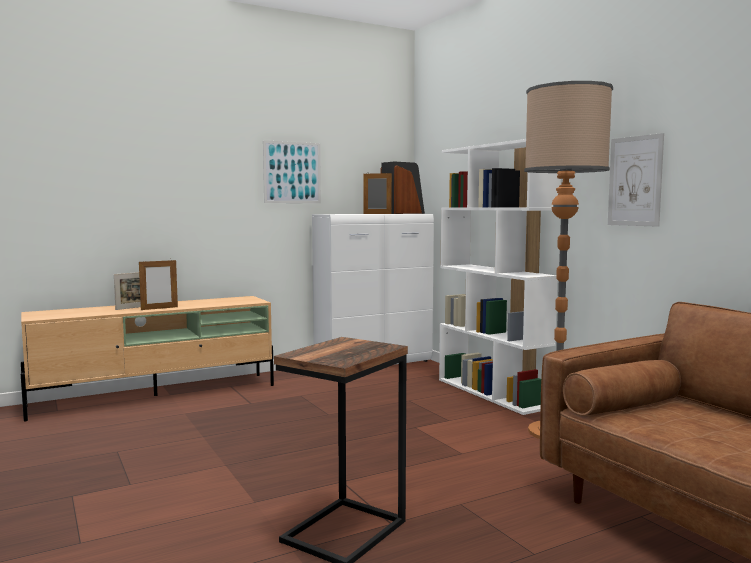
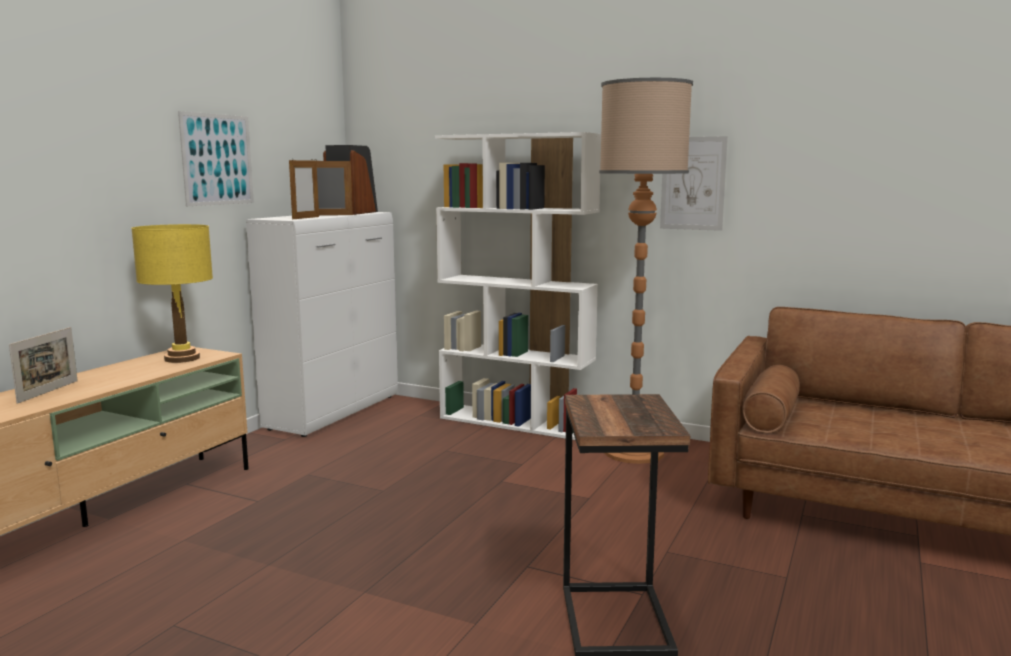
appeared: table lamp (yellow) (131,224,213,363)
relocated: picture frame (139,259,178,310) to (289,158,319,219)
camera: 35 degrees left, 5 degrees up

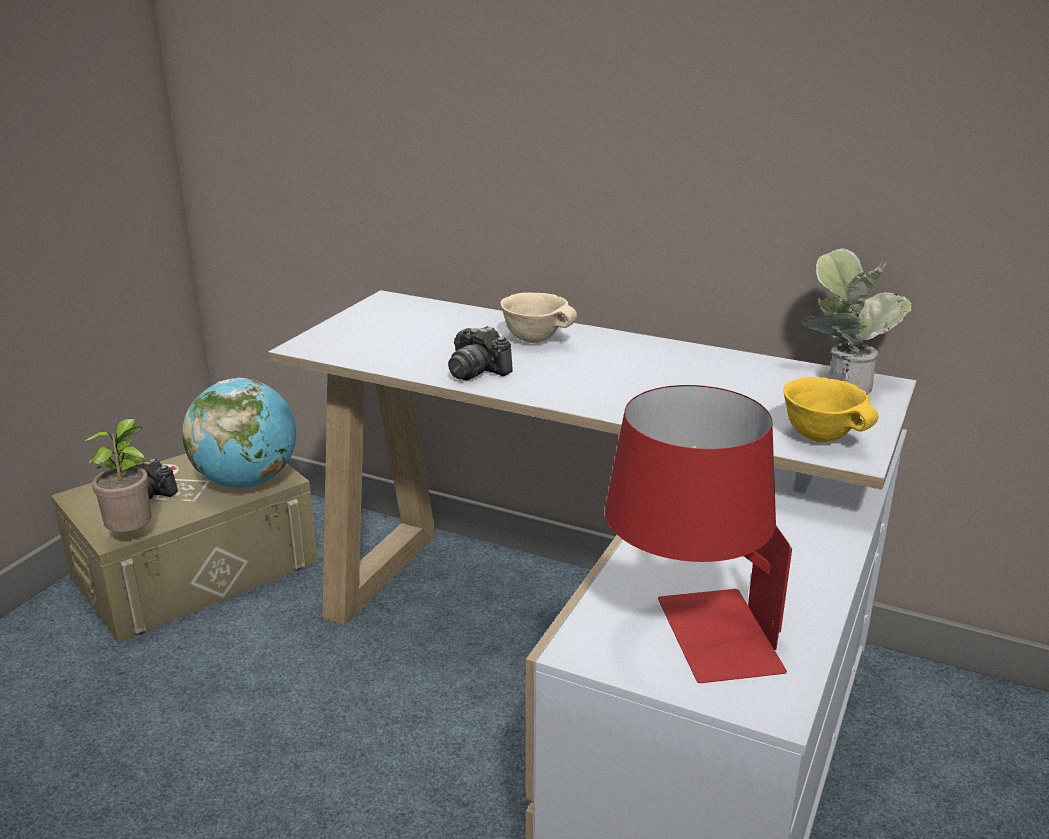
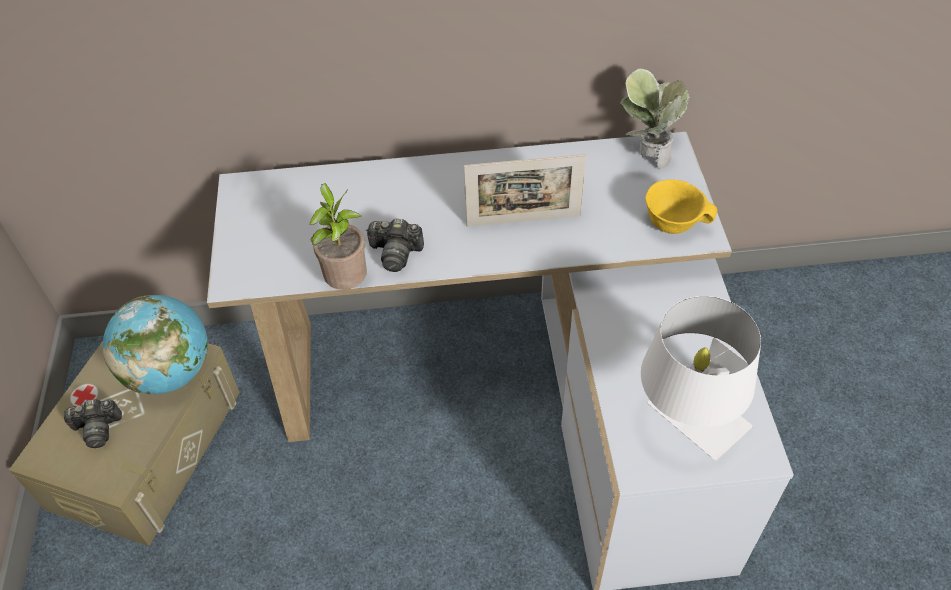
missing: bowl (beige) (501,292,577,343)
appeared: picture frame (464,154,586,227)
relocated: potted plant (84,418,152,532) to (309,183,367,290)
colour: table lamp (red) (605,385,792,683) to table lamp (white) (641,296,761,460)
camera: 30 degrees left, 25 degrees up

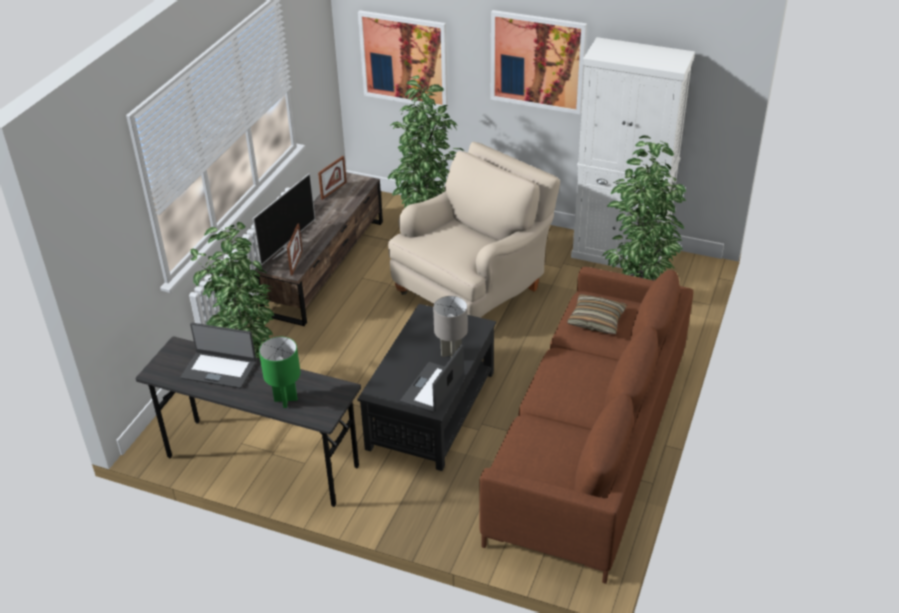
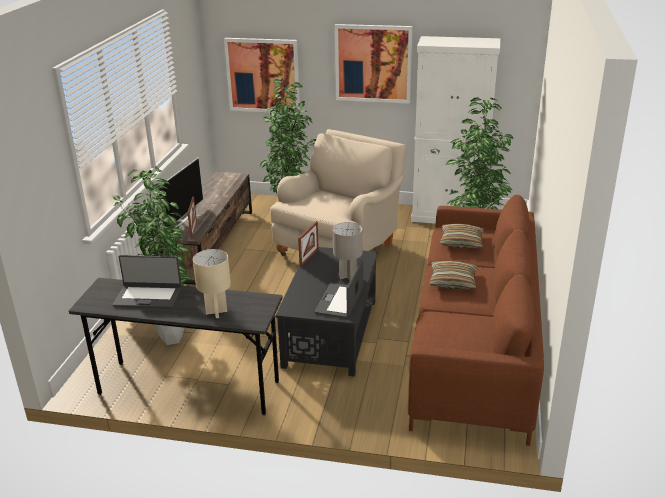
appeared: pillow (429,261,477,289)
relocated: picture frame (318,156,347,200) to (298,221,319,266)
colour: table lamp (green) (259,337,301,408) to table lamp (beige) (193,249,231,318)
camera: 10 degrees left, 10 degrees down

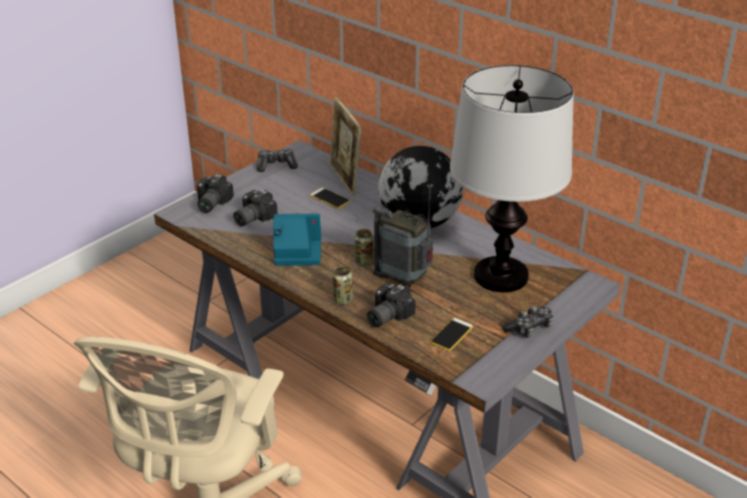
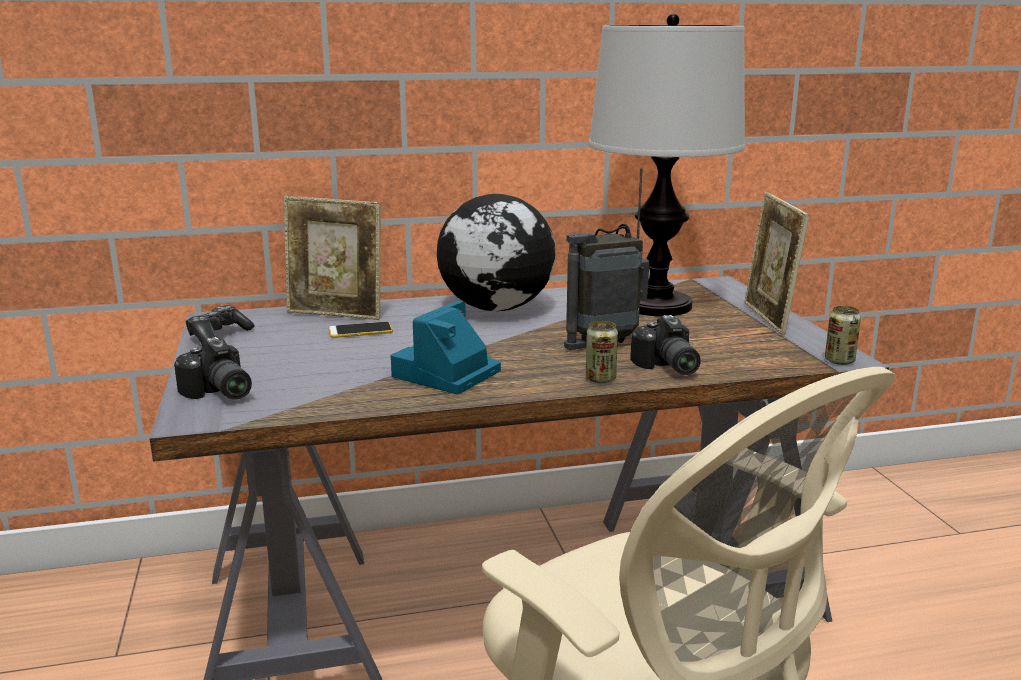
missing: photo camera (233,190,278,226); phone (430,318,473,351)
relocated: can (354,229,373,266) to (825,306,861,365)
exchanged: game controller (502,306,554,338) to picture frame (744,192,809,335)
camera: 55 degrees left, 15 degrees down

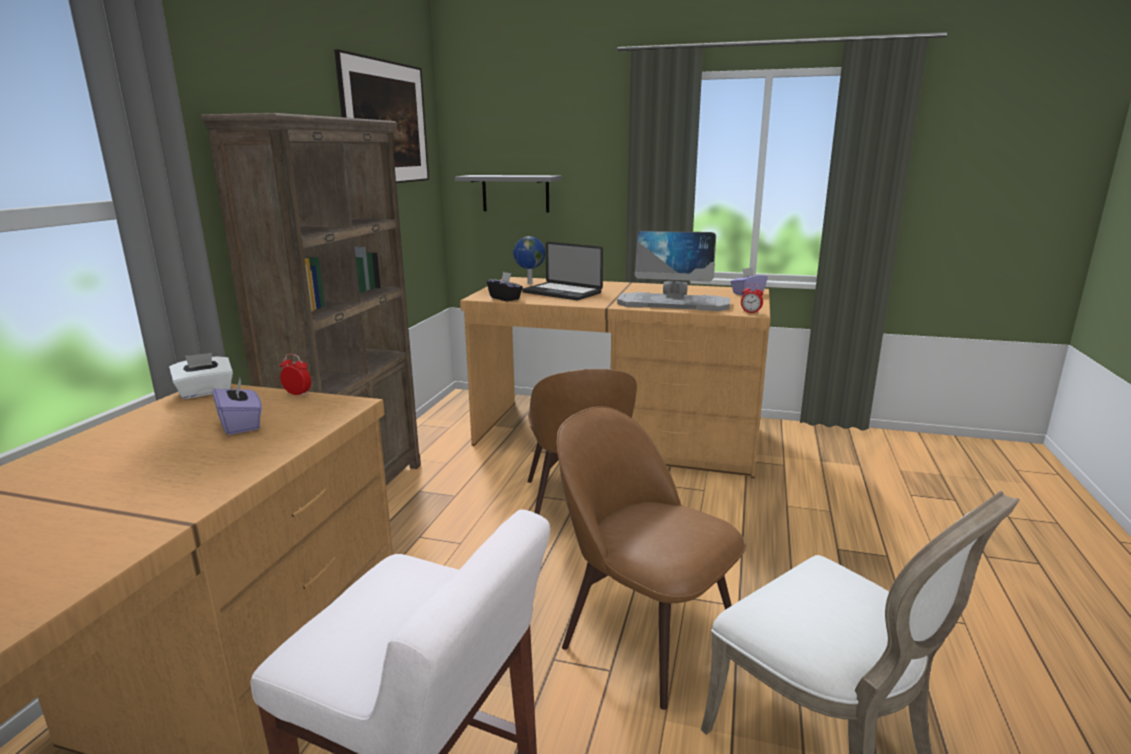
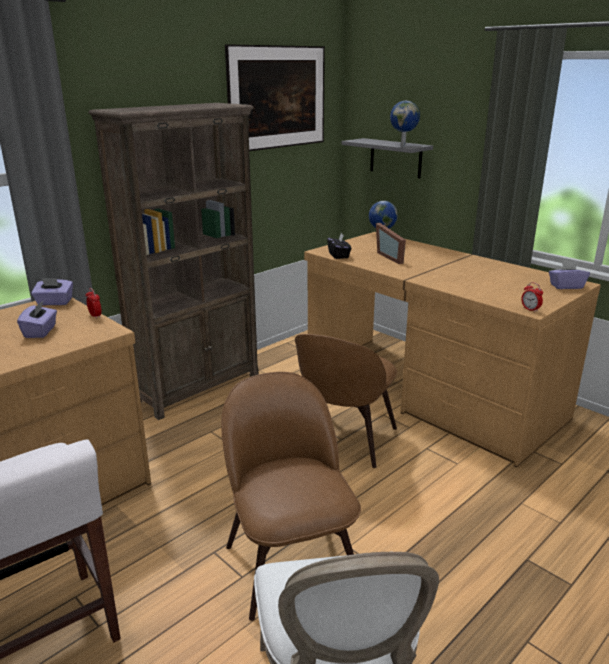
missing: monitor (617,231,730,311)
appeared: globe (390,101,420,147)
exchanged: laptop (522,242,603,300) to picture frame (376,223,406,264)
colour: tissue box (white) (169,353,233,399) to tissue box (purple) (31,278,73,305)
camera: 30 degrees right, 5 degrees up

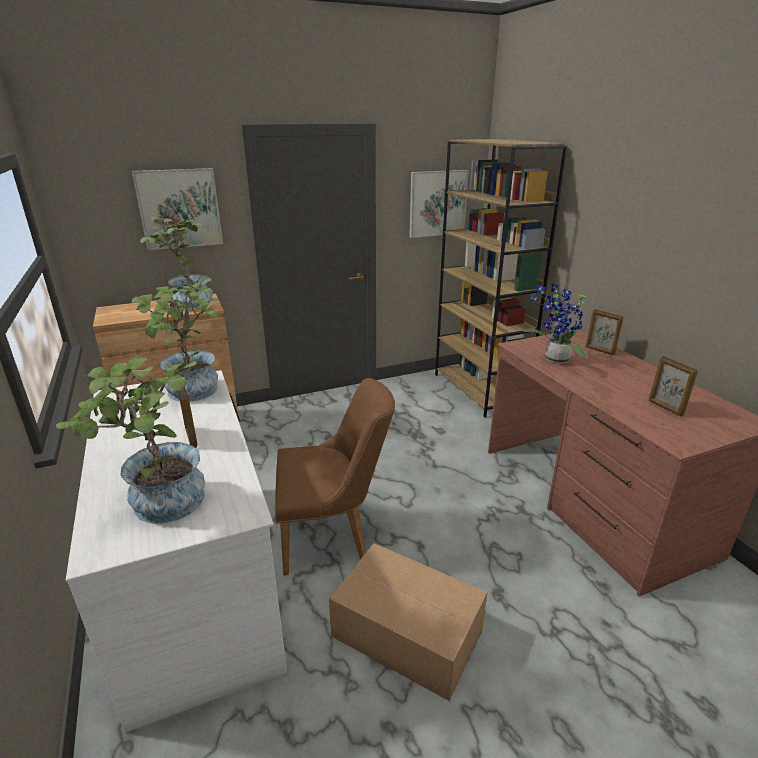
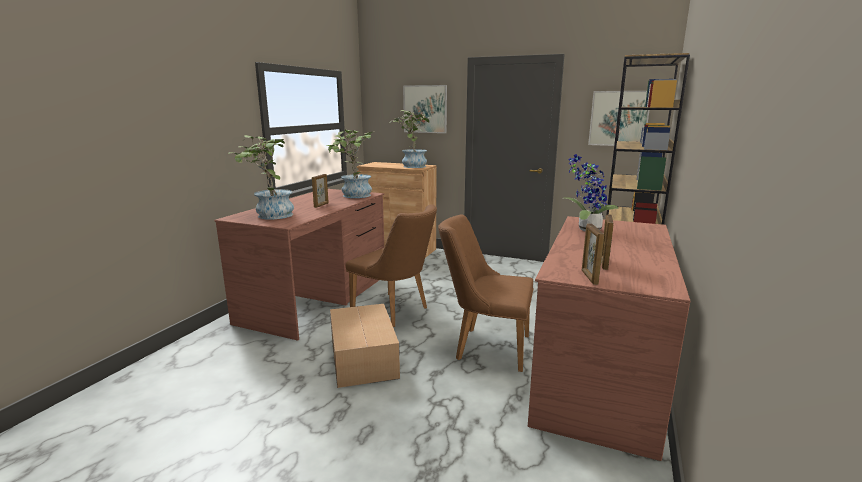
appeared: chair (brown) (438,215,534,372)
relocated: picture frame (586,309,624,355) to (582,224,604,285)
colour: desk (white) (66,370,287,733) to desk (brown) (214,189,384,341)
camera: 45 degrees right, 10 degrees down

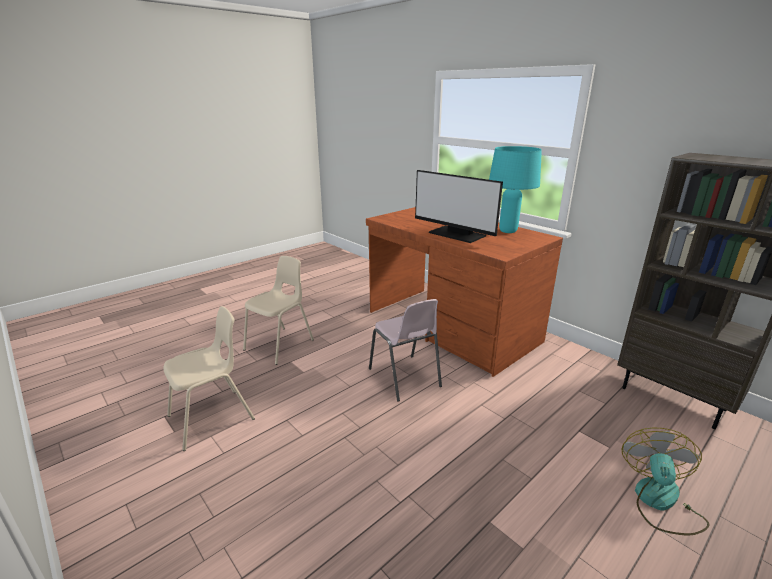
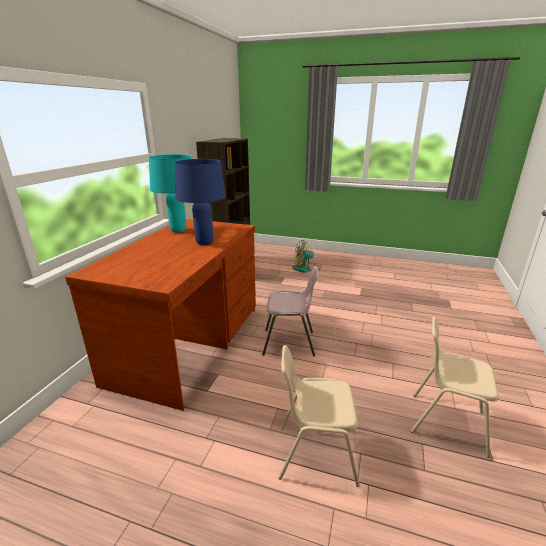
exchanged: monitor (415,170,503,243) to table lamp (blue) (175,159,226,245)
spun: chair (pink) (369,299,442,402) = (262,266,318,356) 60 degrees clockwise
camera: 120 degrees left, 0 degrees up

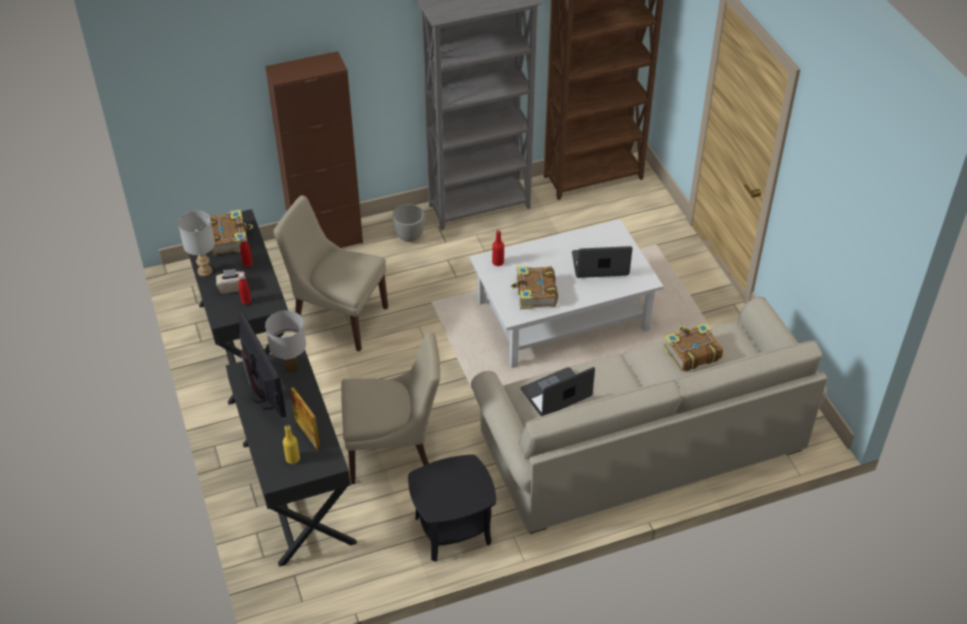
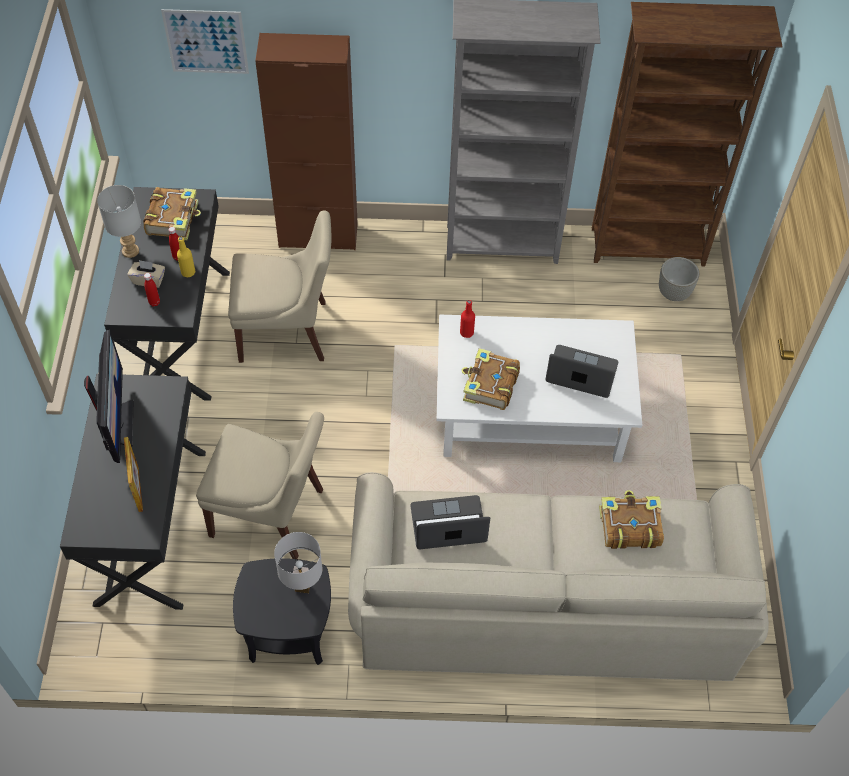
appeared: picture (161,9,249,74)
relocated: table lamp (white) (265,310,306,374) to (274,532,322,593); bottle (yellow) (283,425,300,464) to (177,237,195,277); planter (grey) (392,204,425,242) to (659,257,699,301)
spun: chair (beige) (273,195,388,352) = (228,211,331,363) 135 degrees clockwise
camera: 20 degrees right, 10 degrees up

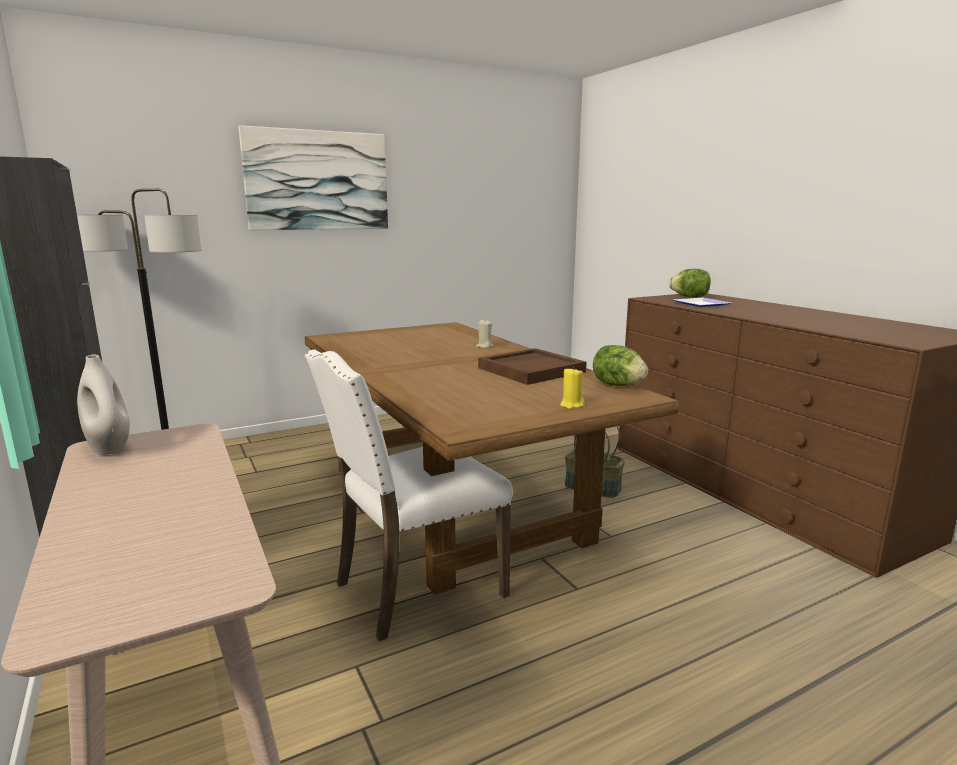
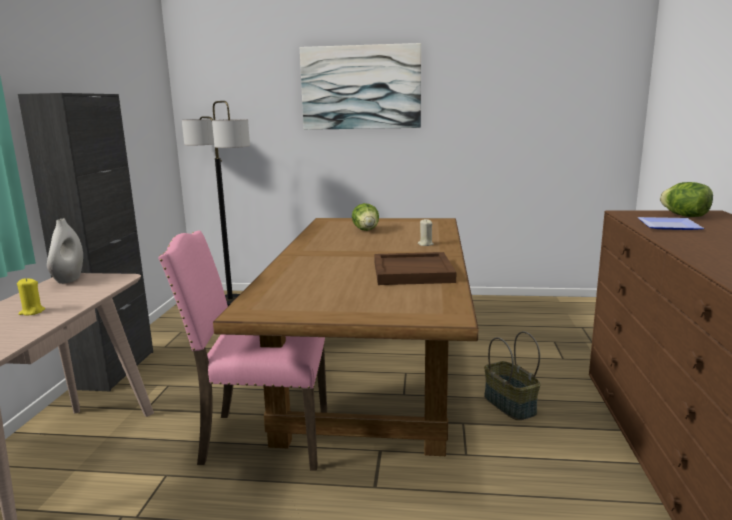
relocated: candle (yellow) (560,367,584,409) to (17,278,45,316); lettuce (593,345,648,386) to (352,203,379,231)
colour: chair (white) (305,350,513,641) to chair (pink) (158,231,327,470)
camera: 35 degrees right, 0 degrees up

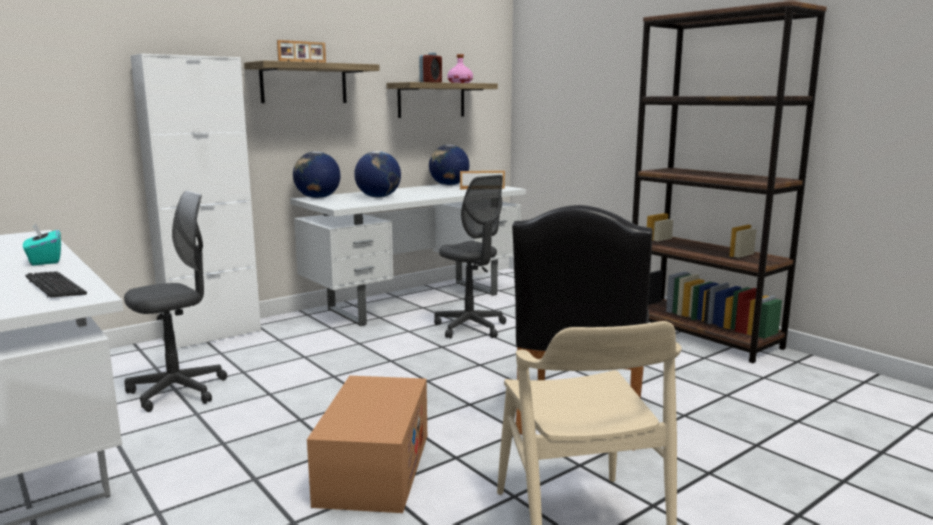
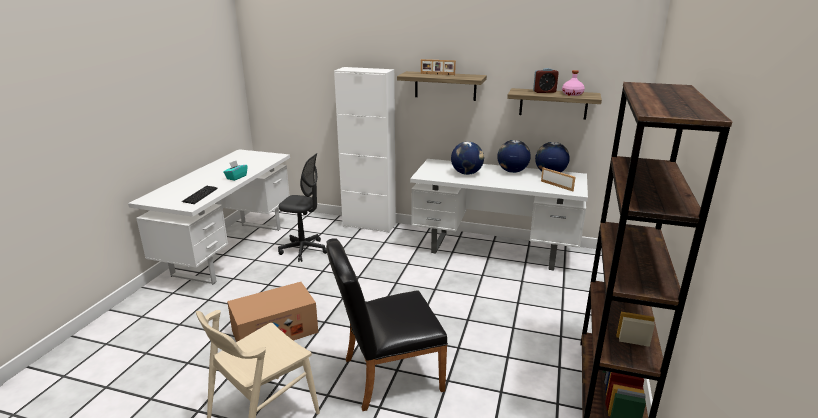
missing: office chair (grey) (434,175,506,339)
relocated: globe (293,151,340,199) to (497,140,531,173)
camera: 55 degrees right, 10 degrees up

